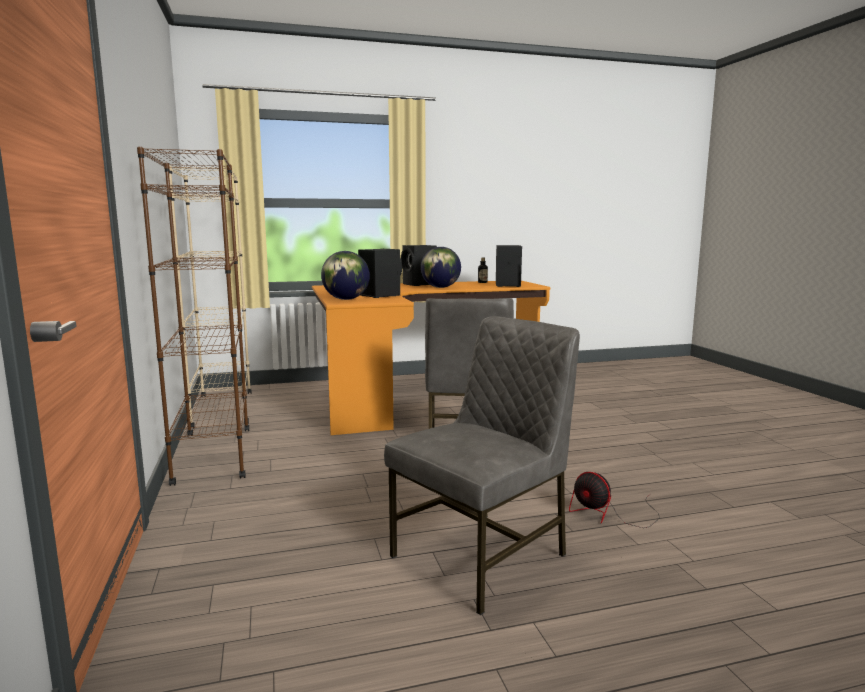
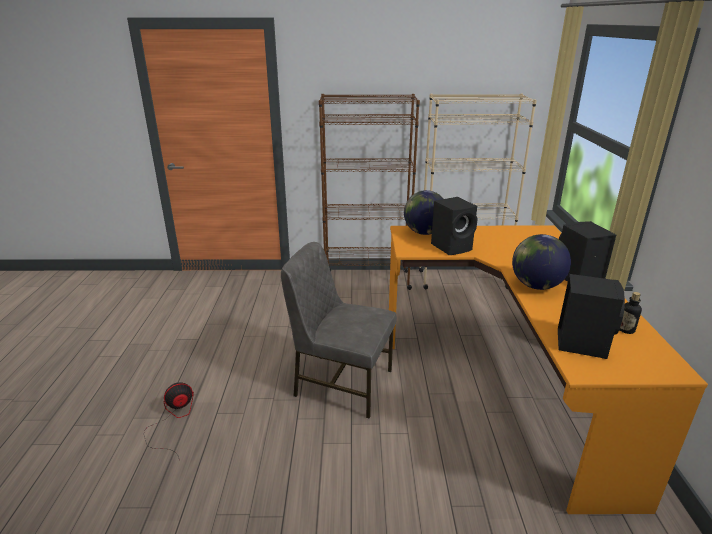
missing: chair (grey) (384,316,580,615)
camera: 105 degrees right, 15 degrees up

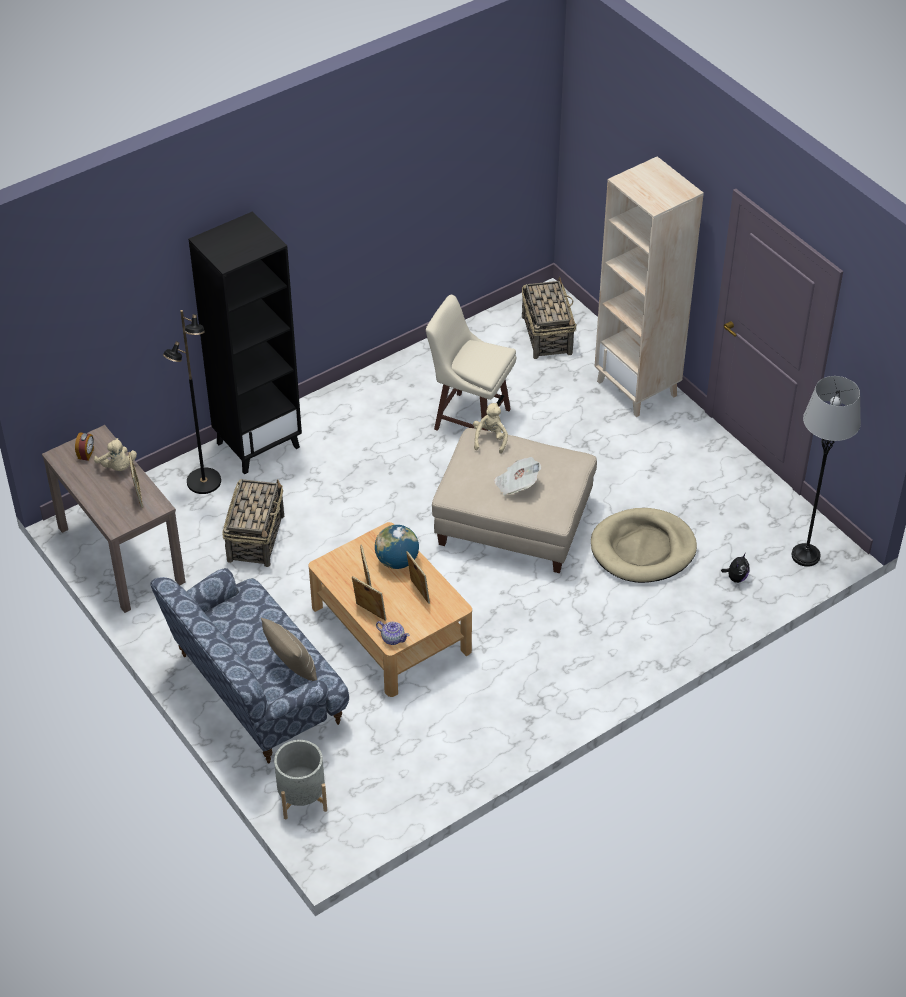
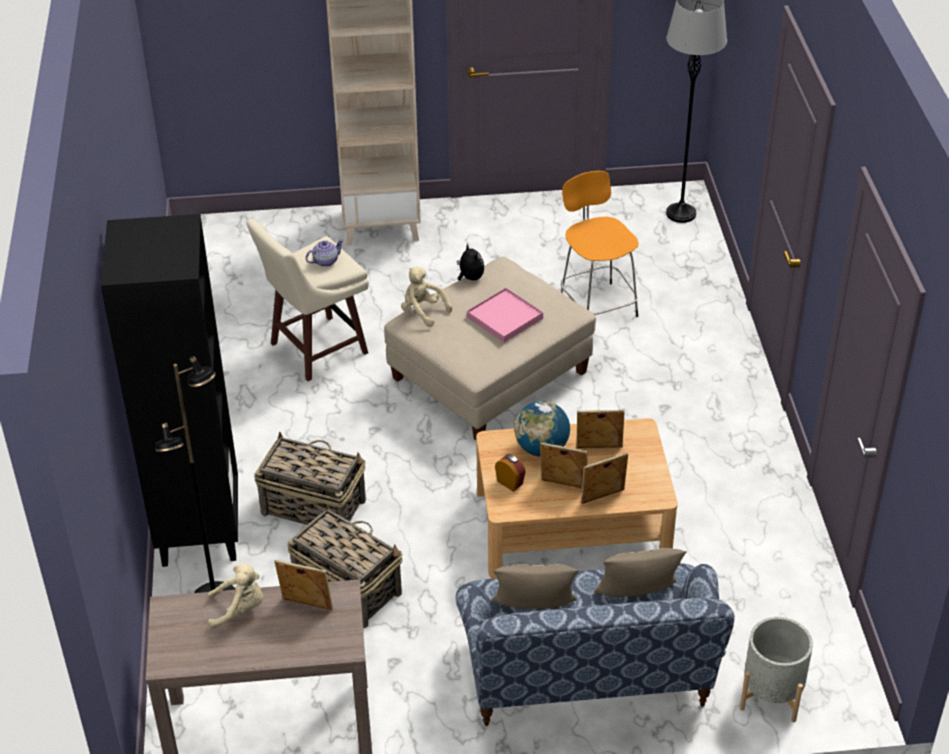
appeared: pillow (beige) (492,564,579,609)
relocated: alarm clock (75,432,94,461) to (495,454,526,492); teapot (376,621,409,645) to (306,239,344,267); basket (522,277,576,359) to (254,432,366,525); plush toy (721,553,750,583) to (457,243,484,280)
exchanged: newspaper (494,457,542,496) to tray (pink) (467,288,543,343); dog bed (beige) (591,508,697,583) to stool (orange) (561,171,639,317)
camera: 60 degrees left, 5 degrees down

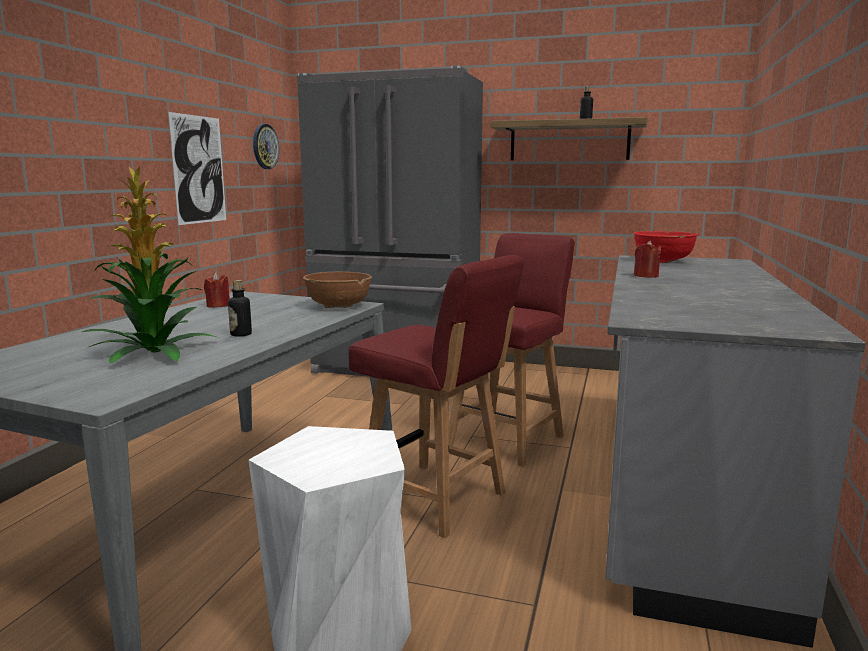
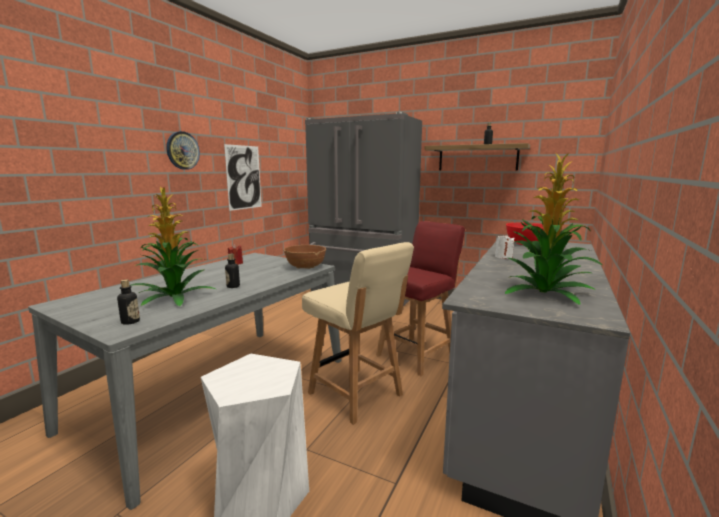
appeared: bottle (117,279,140,325); potted plant (505,152,602,305)
relocated: wall clock (253,124,279,169) to (166,131,200,170)
colour: chair (red) (349,255,524,538) to chair (beige) (302,242,414,425); candle (red) (634,241,662,278) to candle (white) (495,233,515,259)
camera: 10 degrees right, 0 degrees up

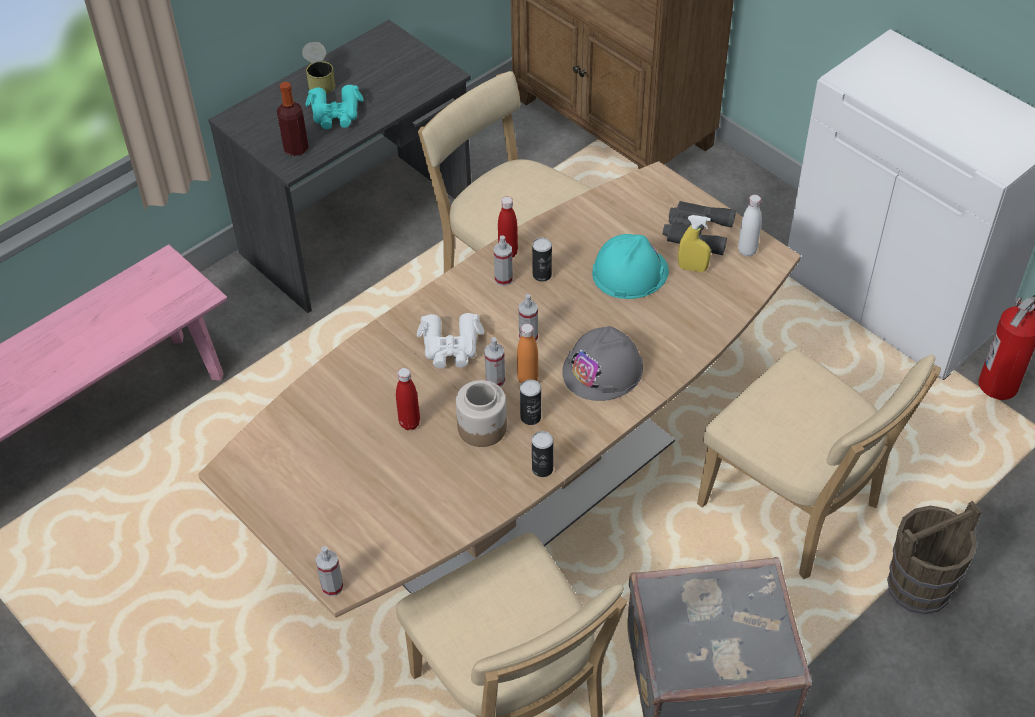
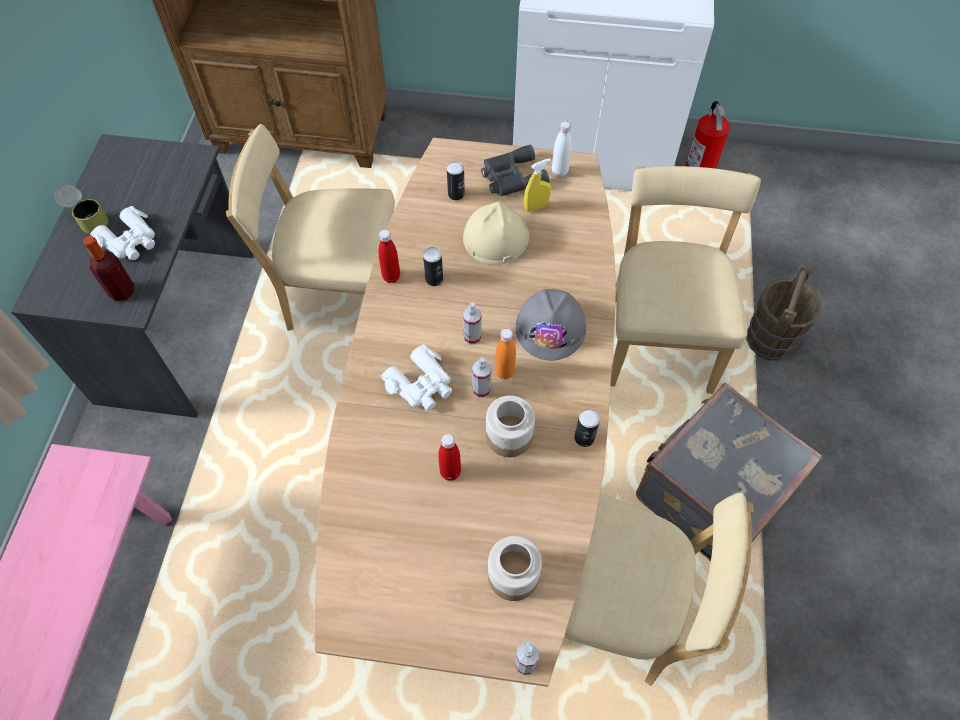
missing: spray bottle (494,235,513,286)
appeared: jar (488,536,542,601)
relocated: can (520,379,541,425) to (447,161,465,200)
colour: binoculars (turquoise) (306,85,363,129) to binoculars (white) (90,206,155,260); hard hat (turquoise) (592,234,669,299) to hard hat (beige) (463,202,529,265)
spun: chair (beige) (697,349,941,579) = (611,166,761,394) 90 degrees counterclockwise
camera: 40 degrees left, 10 degrees up

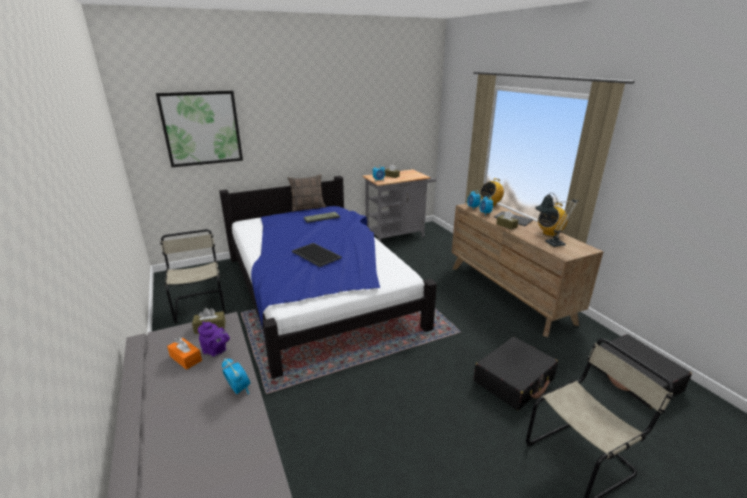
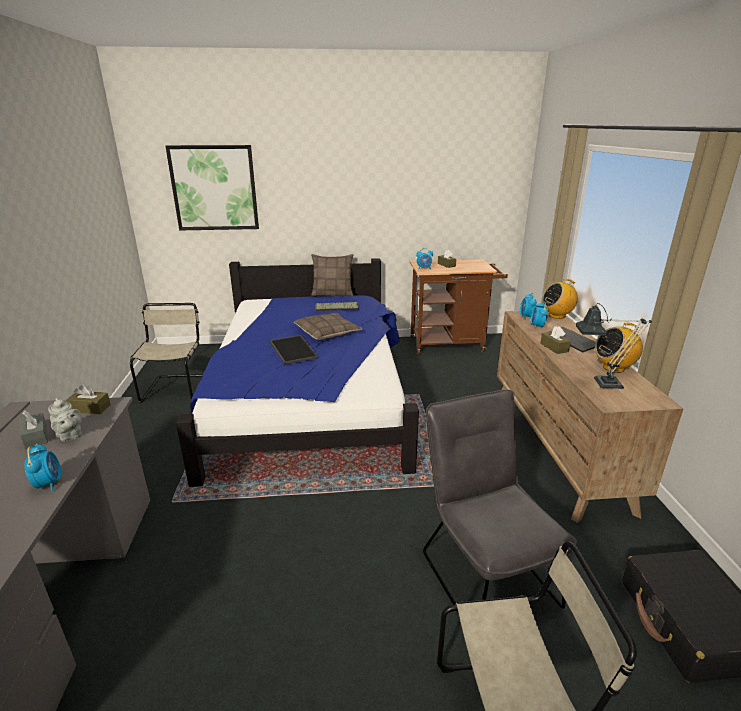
appeared: pillow (294,313,362,340)
exchanged: suitcase (black) (474,337,558,410) to chair (grey) (423,390,577,614)
colour: tissue box (orange) (167,337,202,370) to tissue box (grey) (20,411,48,449); teapot (purple) (198,322,230,357) to teapot (grey) (48,398,82,442); cart (grey) (363,169,437,242) to cart (brown) (410,259,508,355)
camera: 20 degrees right, 0 degrees up

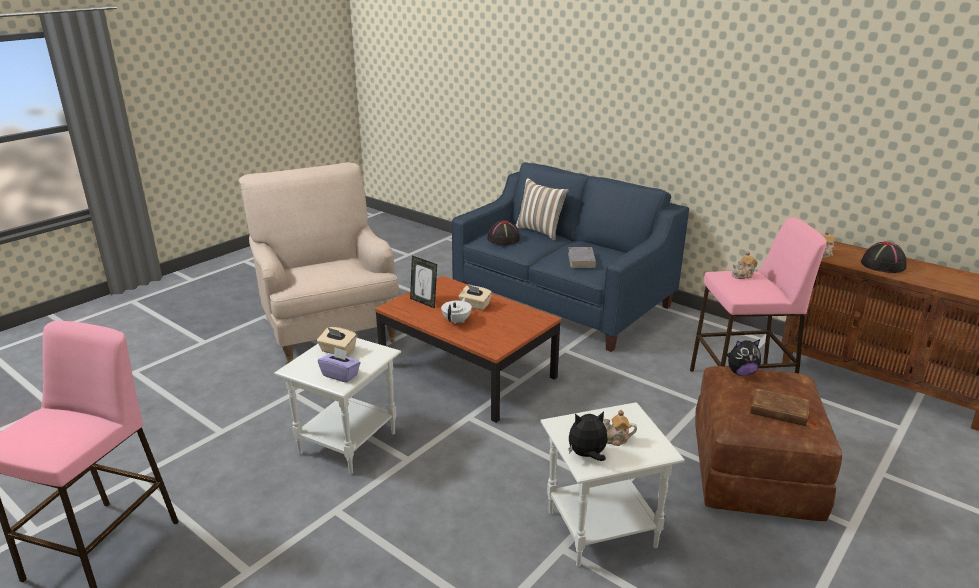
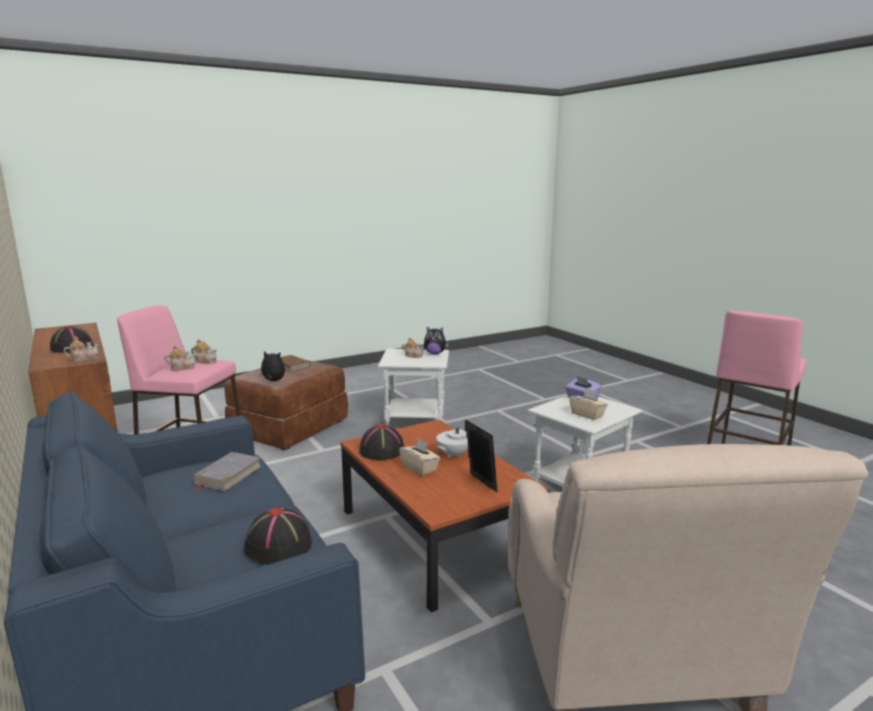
missing: pillow (516,178,569,240)
appeared: teapot (191,339,217,364); hat (black) (359,424,404,460)
camera: 160 degrees left, 10 degrees down

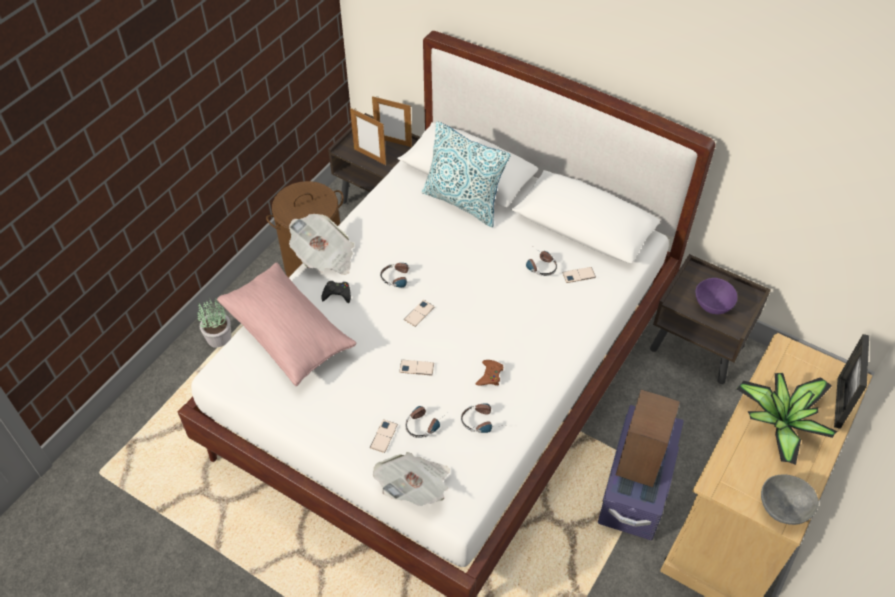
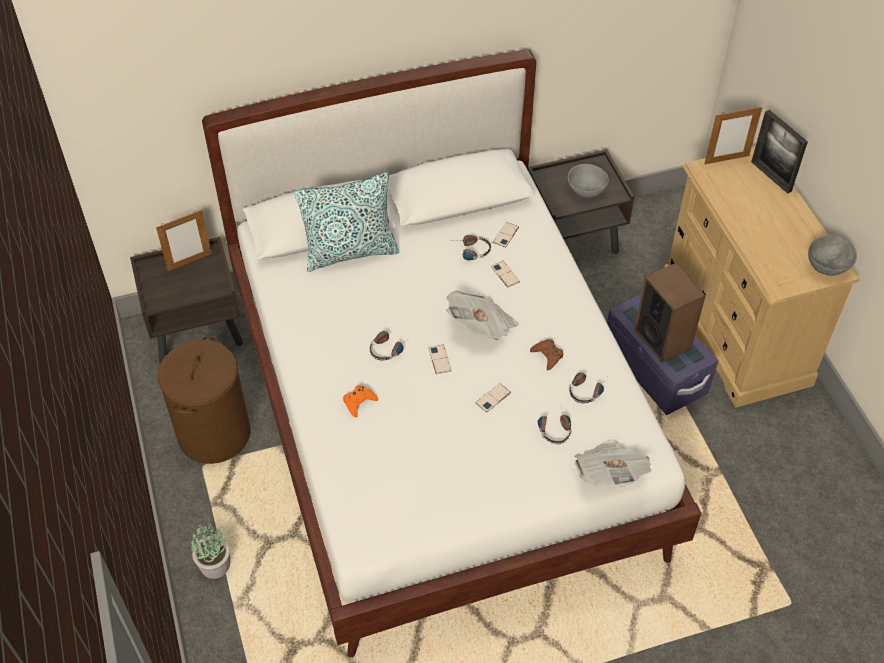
missing: pillow (pink) (217,263,357,386); potted plant (737,373,837,465)
relocated: newspaper (289,214,354,275) to (446,290,519,340); picture frame (350,108,386,165) to (704,106,762,164); phone (370,419,398,453) to (491,261,520,288)
colour: game controller (black) (321,281,351,303) to game controller (orange) (343,385,378,418); bowl (purple) (696,278,738,314) to bowl (grey) (568,164,609,198)
camera: 50 degrees left, 0 degrees up

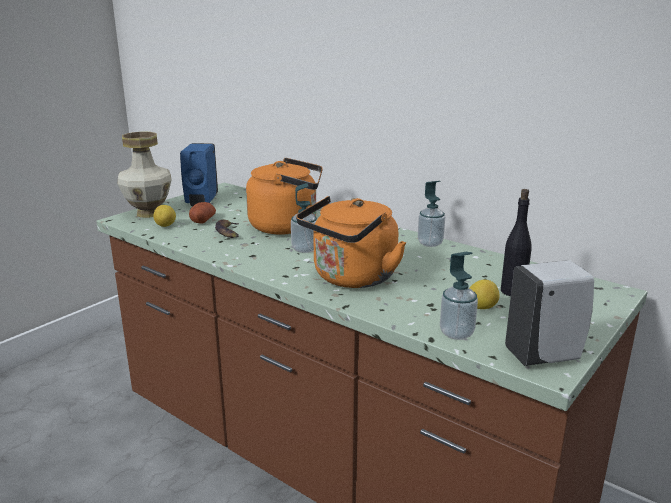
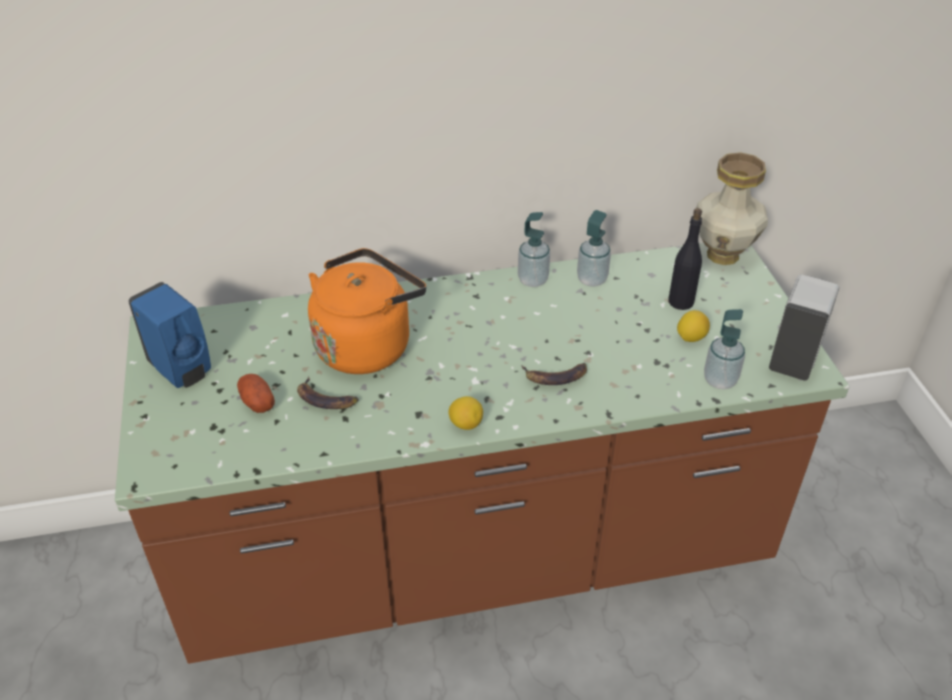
relocated: vase (118,132,172,218) to (696,152,768,265); lemon (153,205,176,227) to (449,396,483,430); soap dispenser (291,183,317,253) to (577,210,611,286)
exchanged: kettle (orange) (296,196,406,288) to banana (521,363,587,385)
camera: 50 degrees left, 20 degrees up

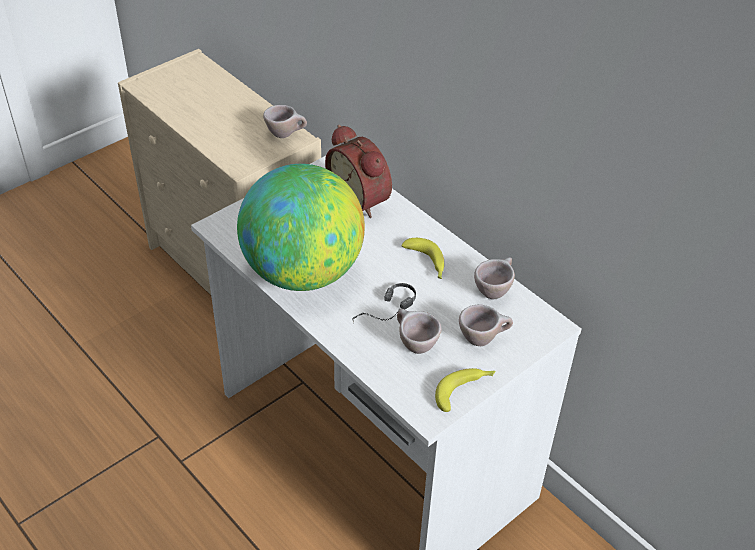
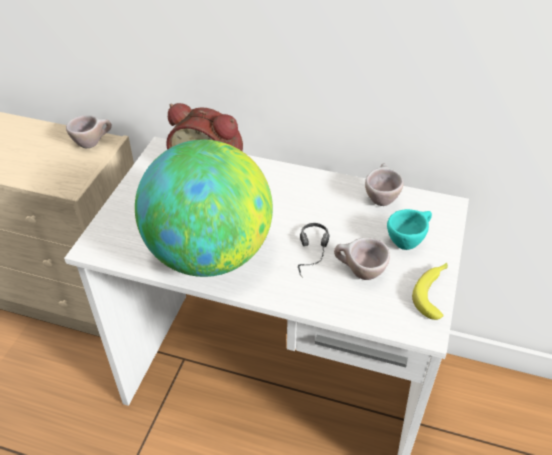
missing: banana (402,238,444,279)
colour: cup (beige) (459,304,513,346) to cup (turquoise) (387,209,432,250)
camera: 30 degrees left, 0 degrees up

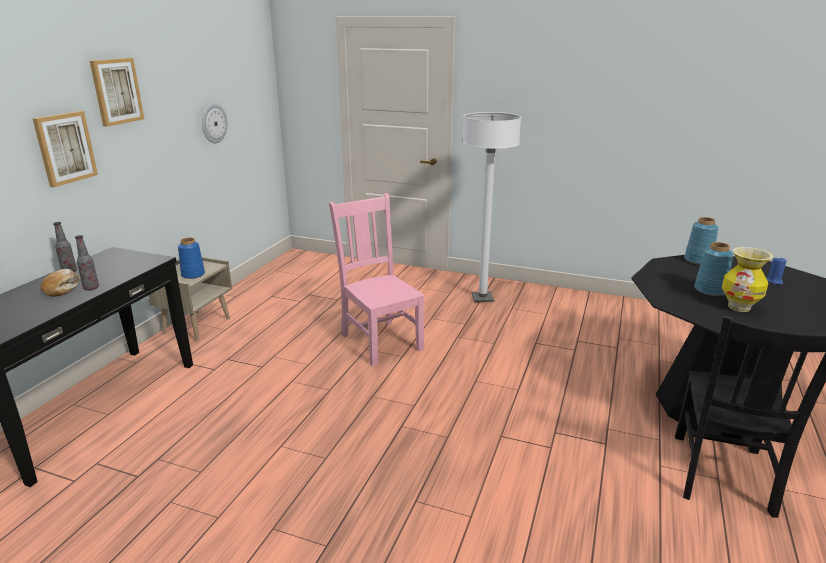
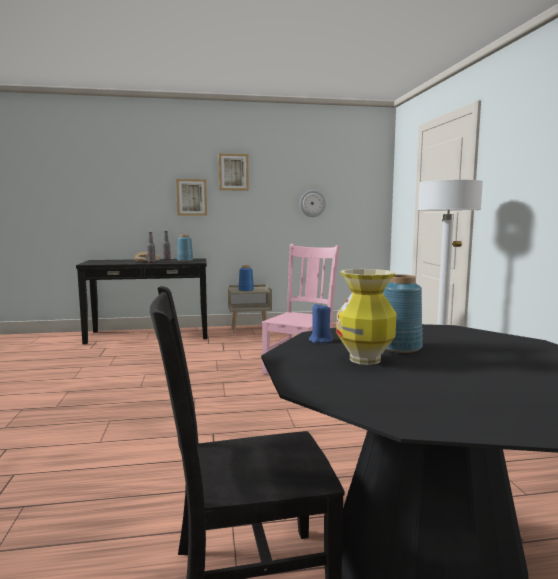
relocated: vase (blue) (684,217,718,265) to (177,234,193,261); candle (blue) (766,257,787,285) to (309,303,333,343)
camera: 60 degrees right, 15 degrees down

